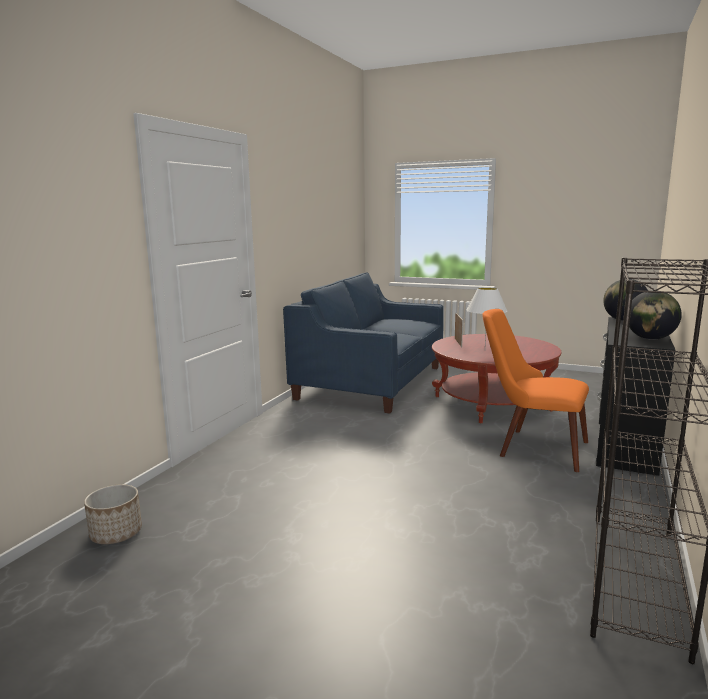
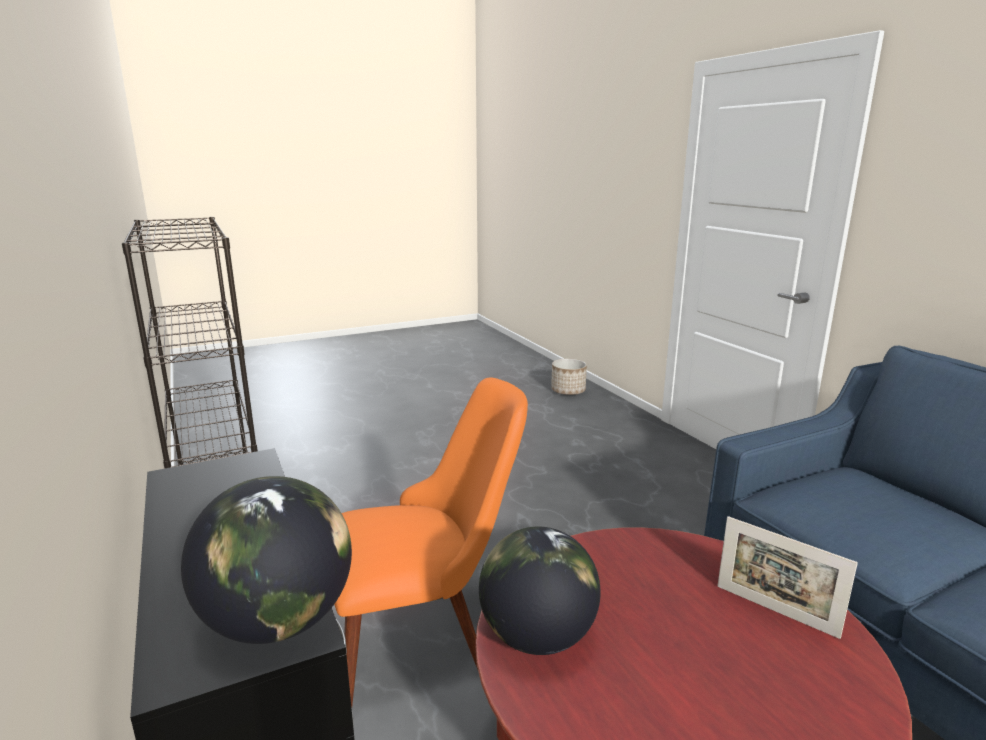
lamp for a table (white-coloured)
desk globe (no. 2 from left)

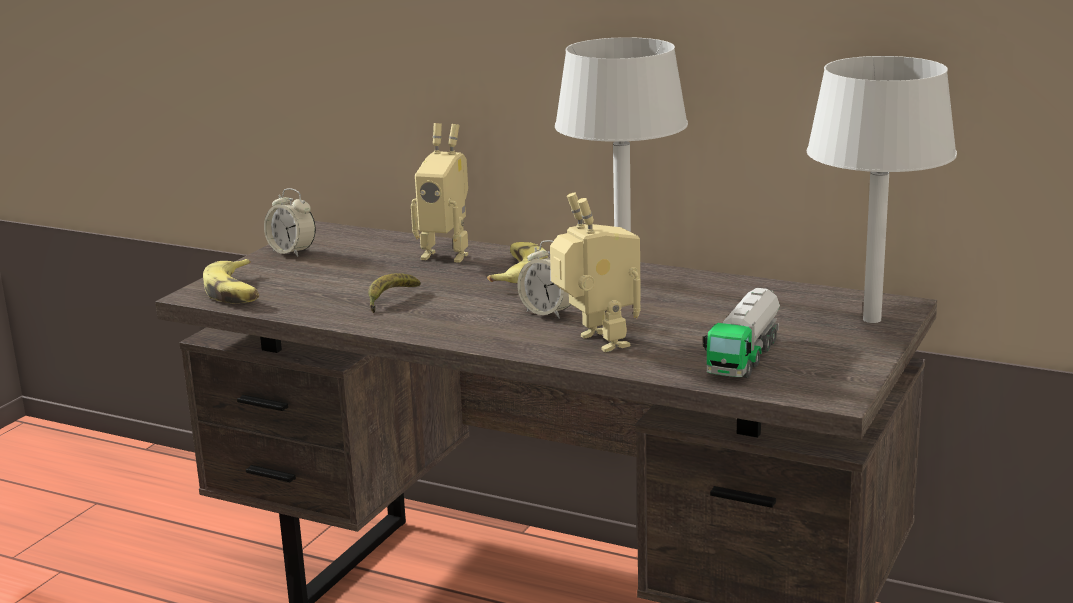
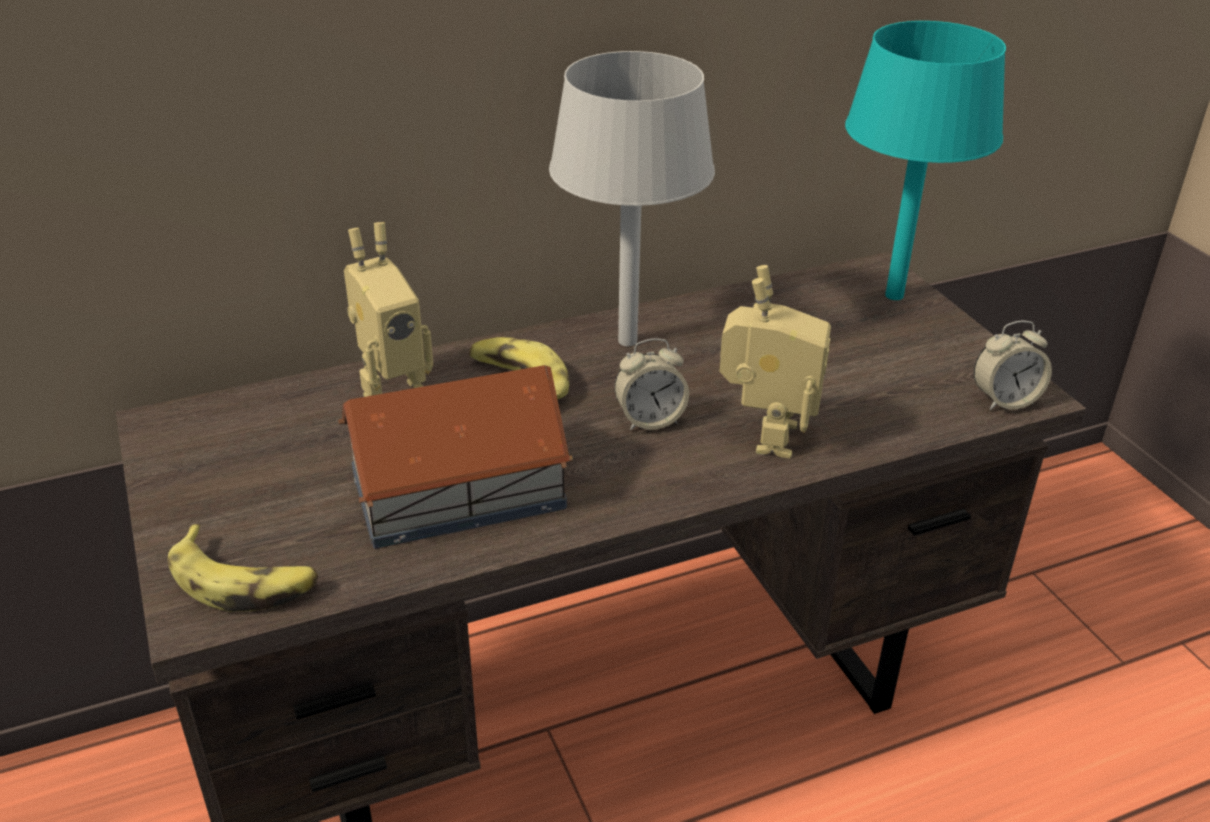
bedside clock (no. 2 from left)
miniature house
robot figure (no. 2 from left)
toy truck
lamp for a table (turquoise-coloured)

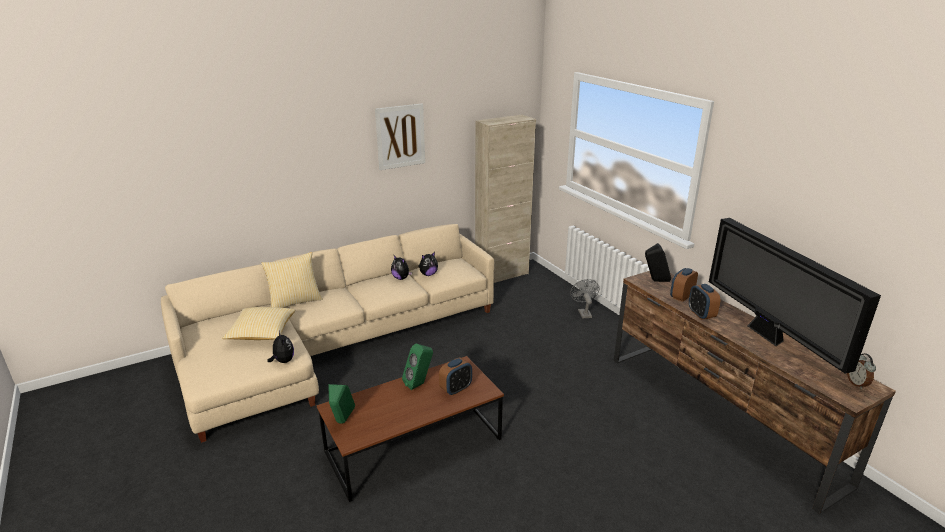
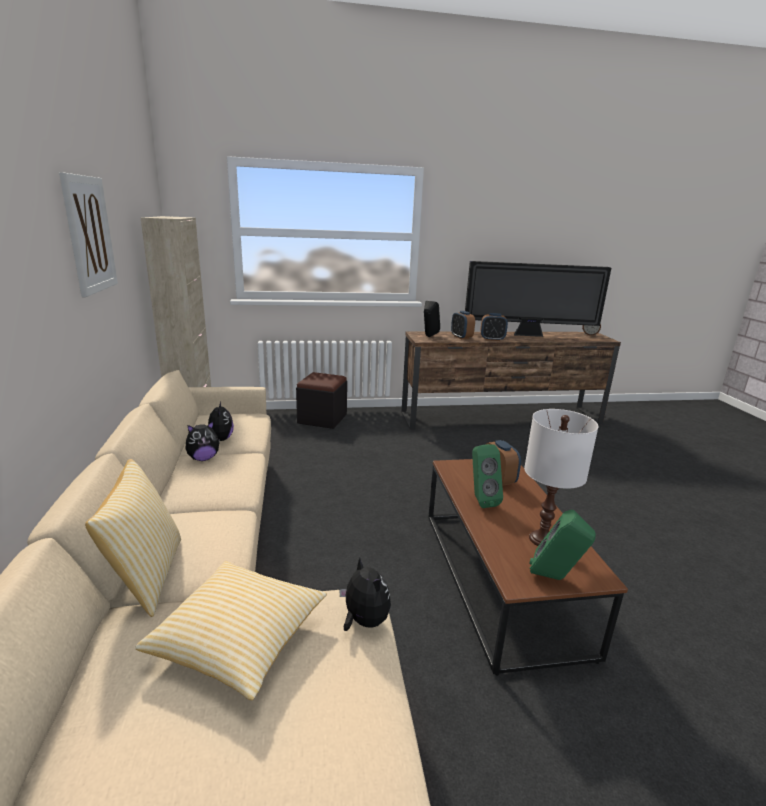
cuddly toy (no. 3 from left)
pouffe (black-coloured)
lamp for a table (white-coloured)

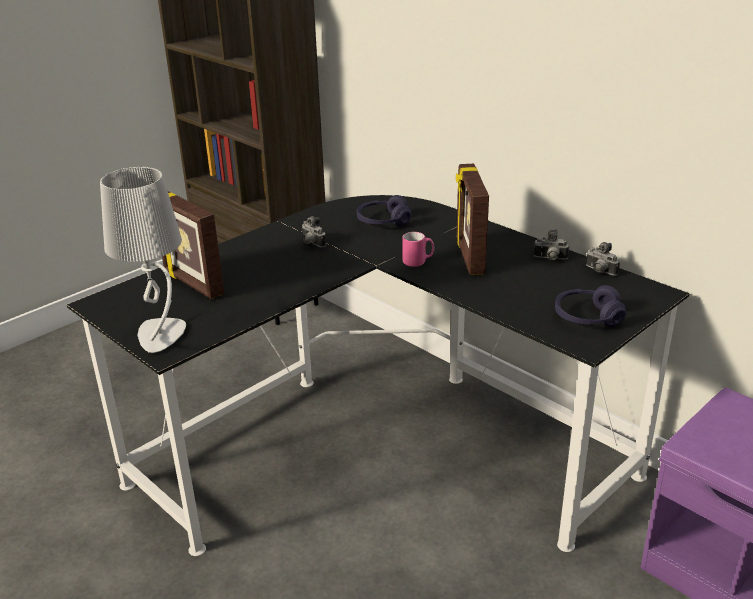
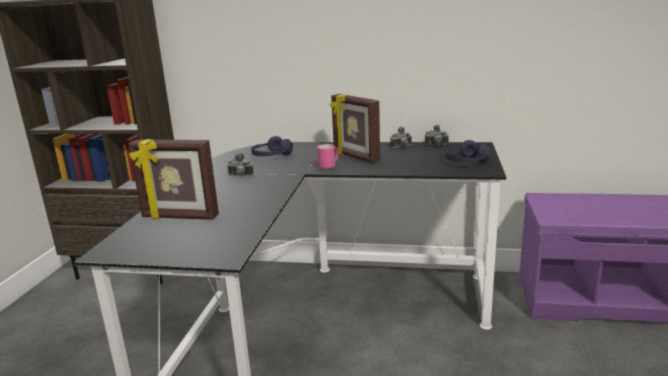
lamp for a table (greyish)

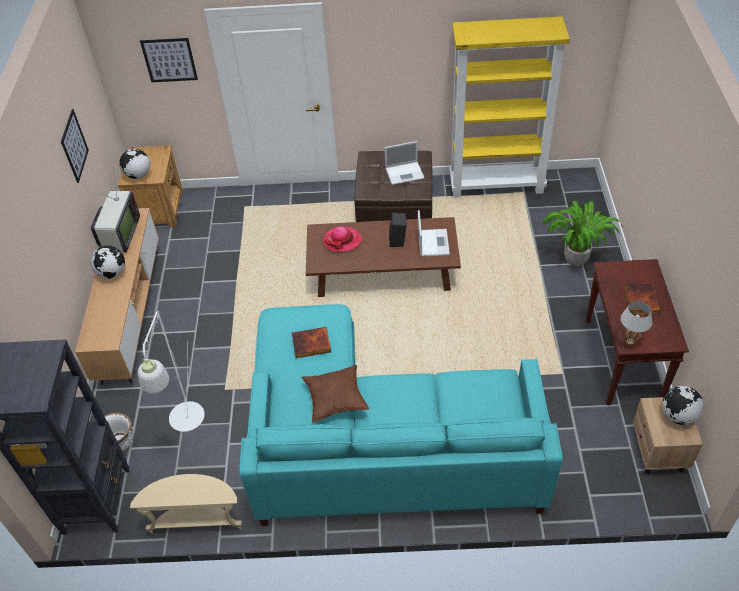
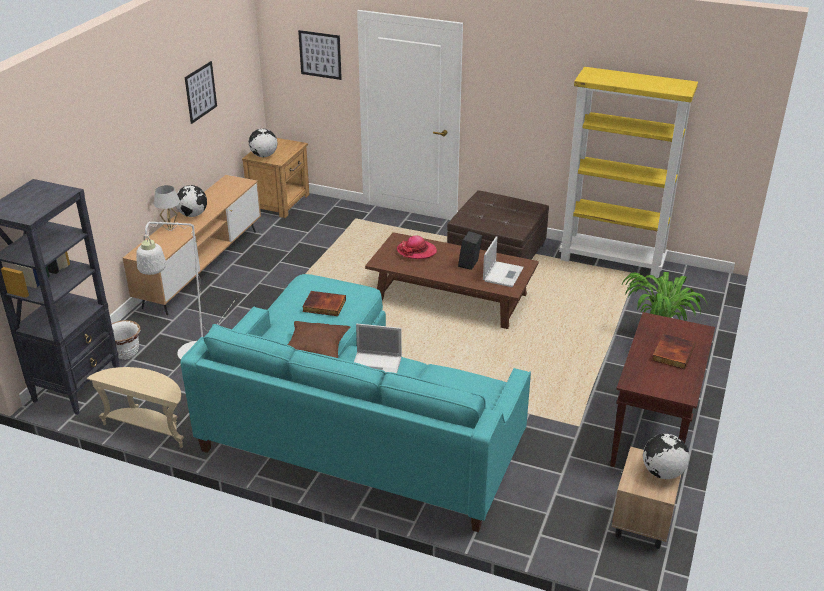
TV set
portable computer (no. 1 from left)
lamp for a table (white-coloured)

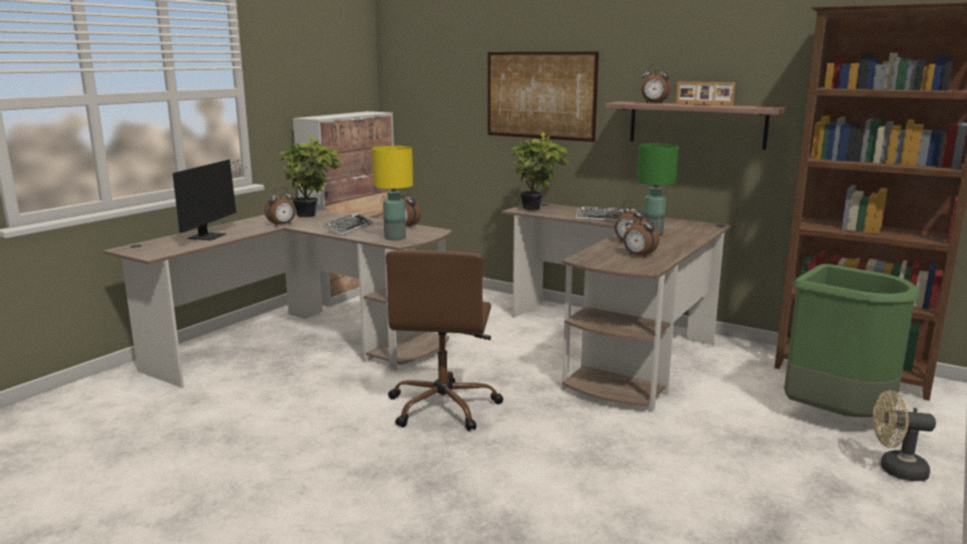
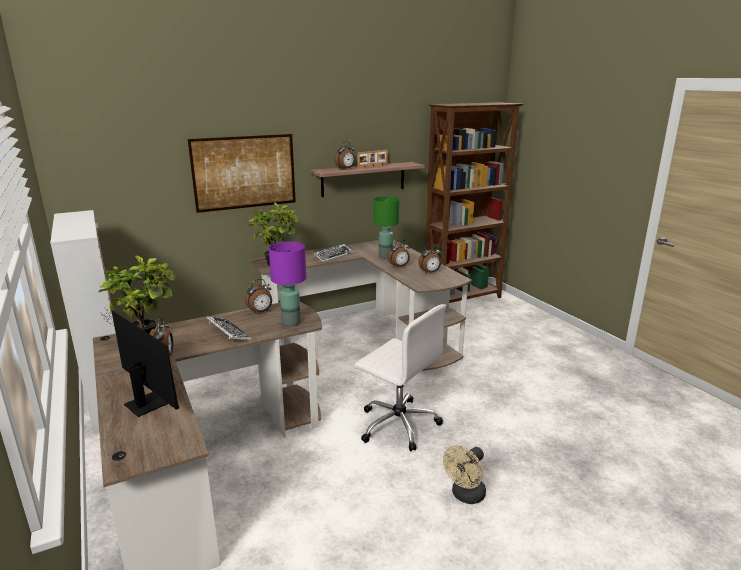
lamp for a table (purplish)
office chair (white-coloured)
rubbish bin (green-coloured)
fan (beige)

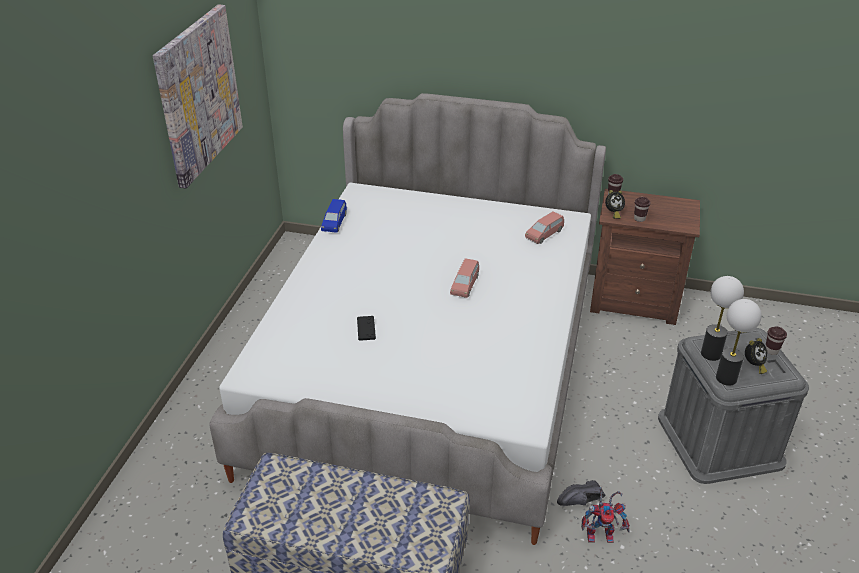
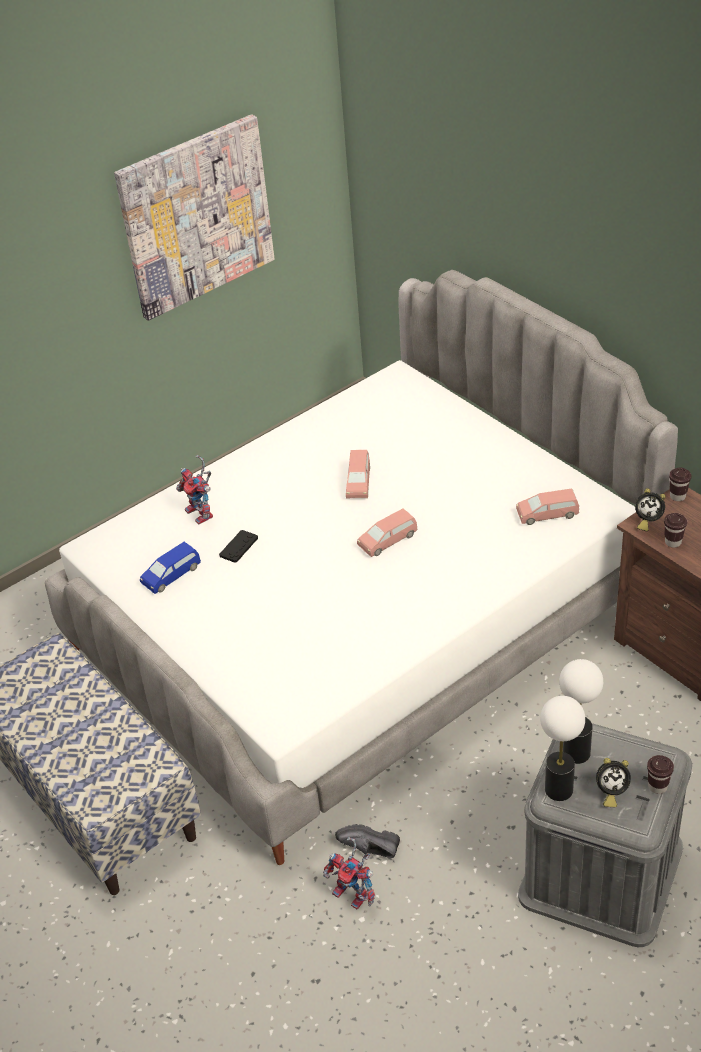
miniature car (blue)
robot figure (no. 1 from left)
miniature car (pinkish) (no. 1 from left)

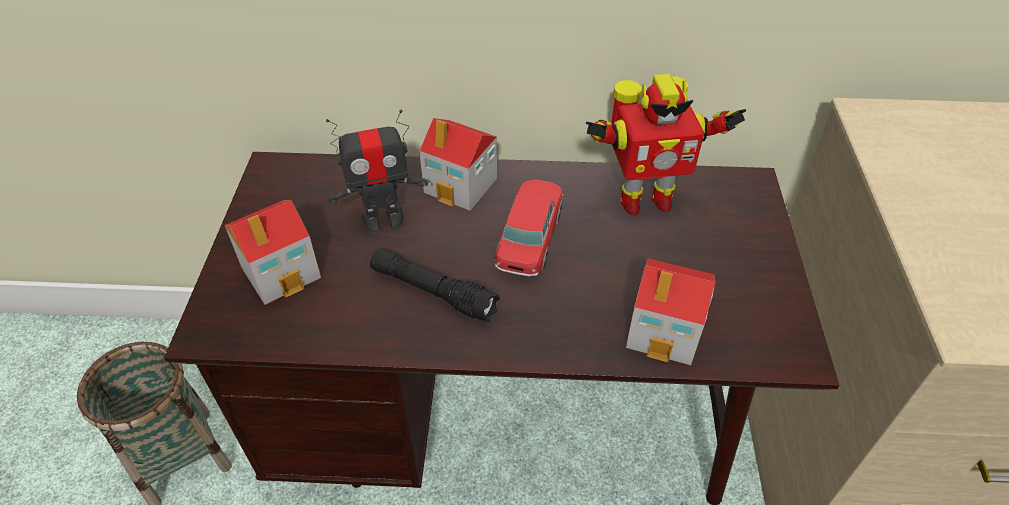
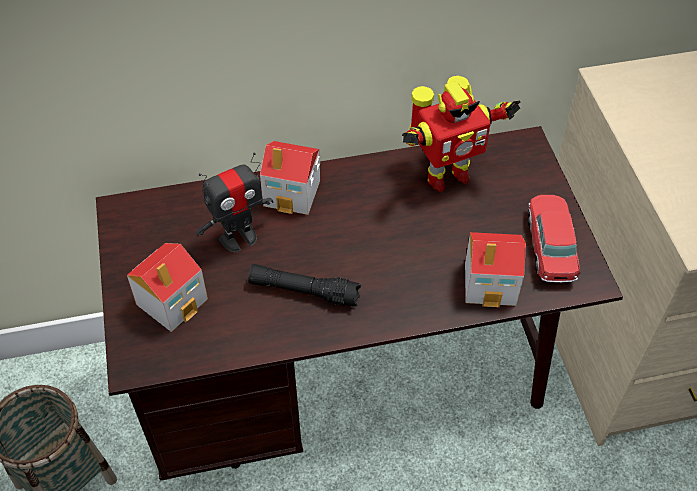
miniature car

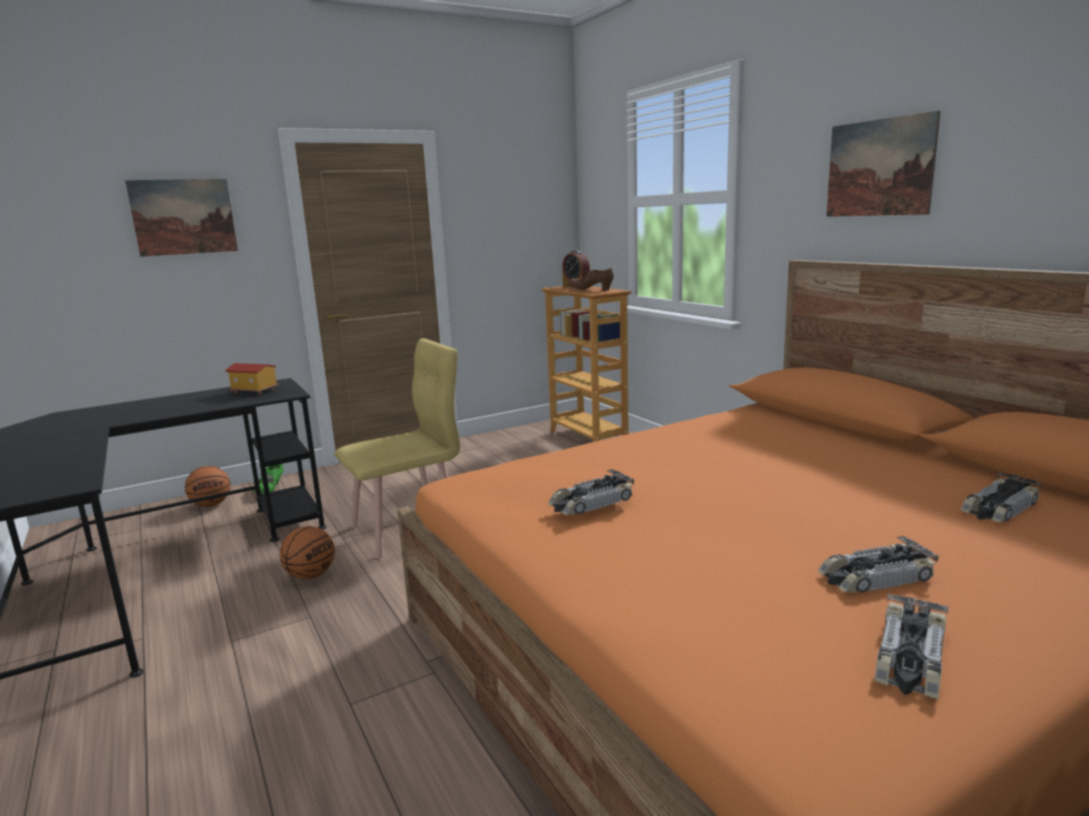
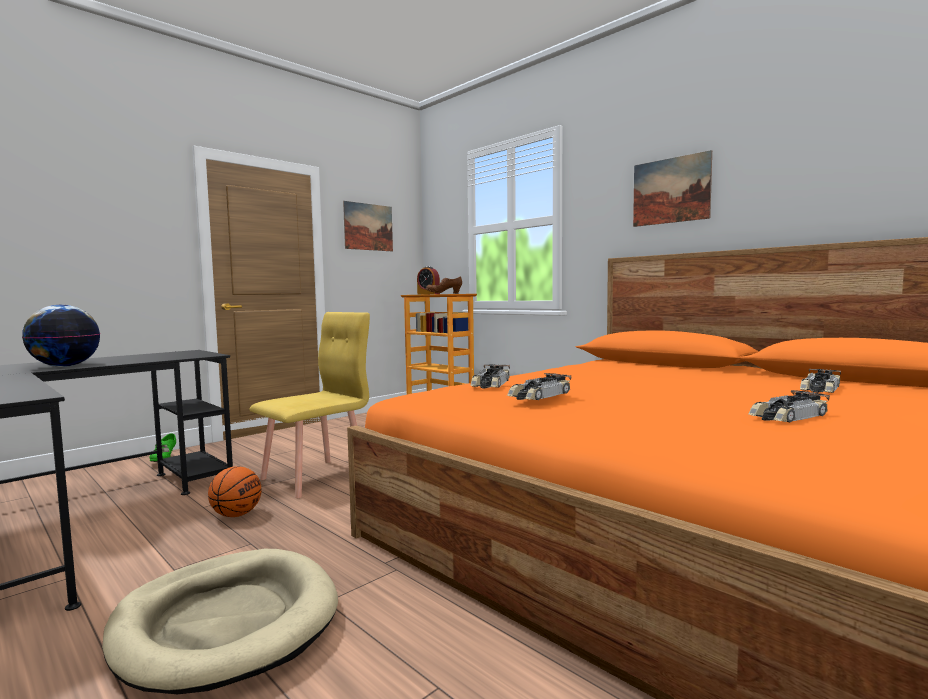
wall art (no. 1 from left)
basketball ball (no. 1 from left in the first image)
miniature house
miniature car (no. 1 from left)
desk globe
dog cushion (beige)

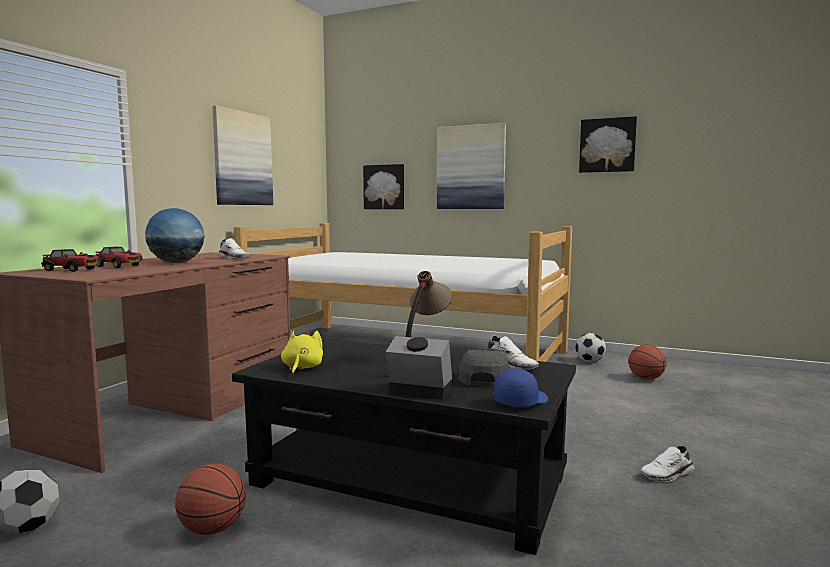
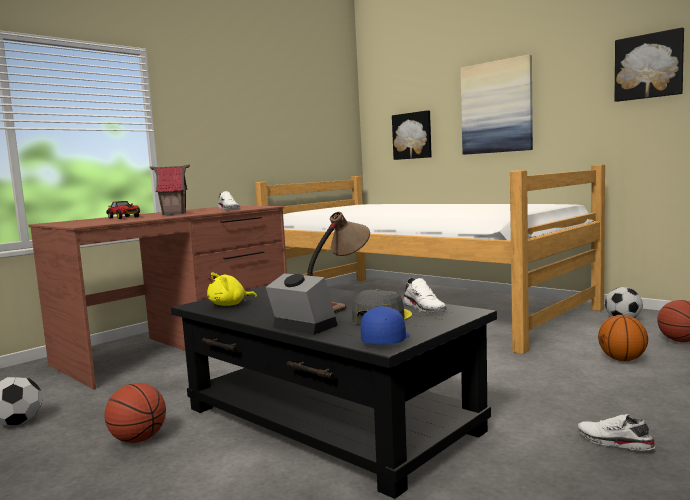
miniature car (no. 1 from left in the first image)
miniature house
wall art (no. 1 from left in the first image)
cuddly toy (yellow-coloured)
peaked cap (blue)
item of footwear (white-coloured) (no. 3 from left)
basketball ball (no. 2 from left)

